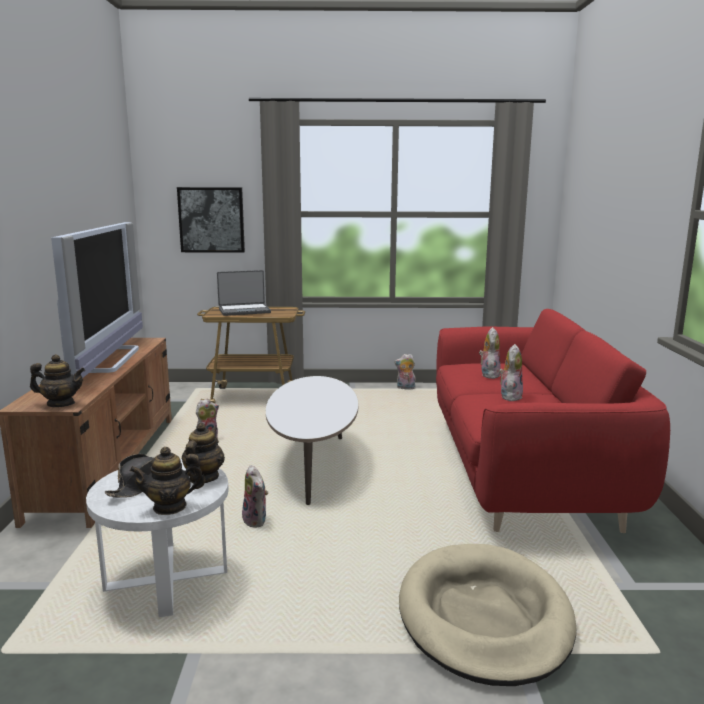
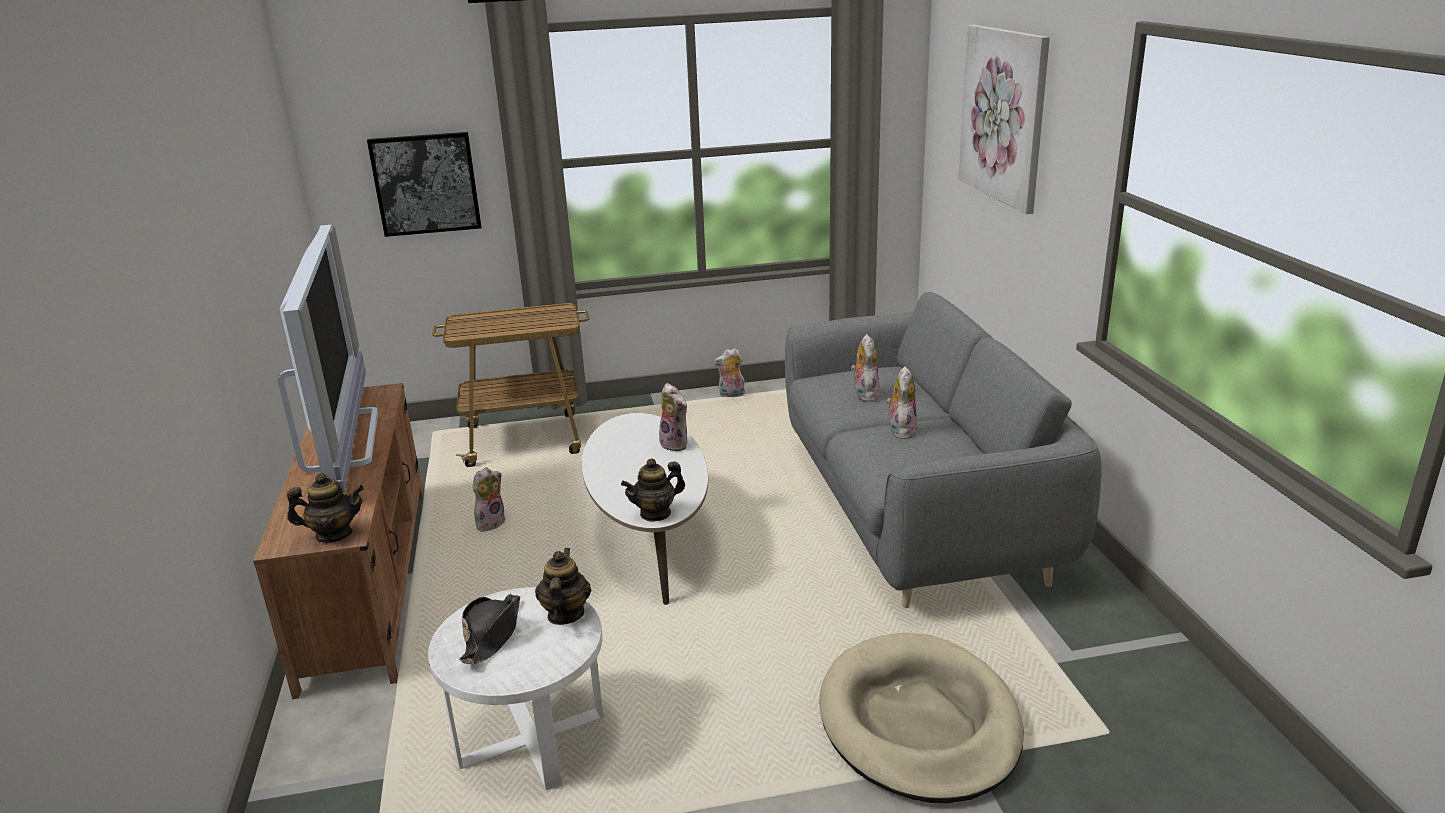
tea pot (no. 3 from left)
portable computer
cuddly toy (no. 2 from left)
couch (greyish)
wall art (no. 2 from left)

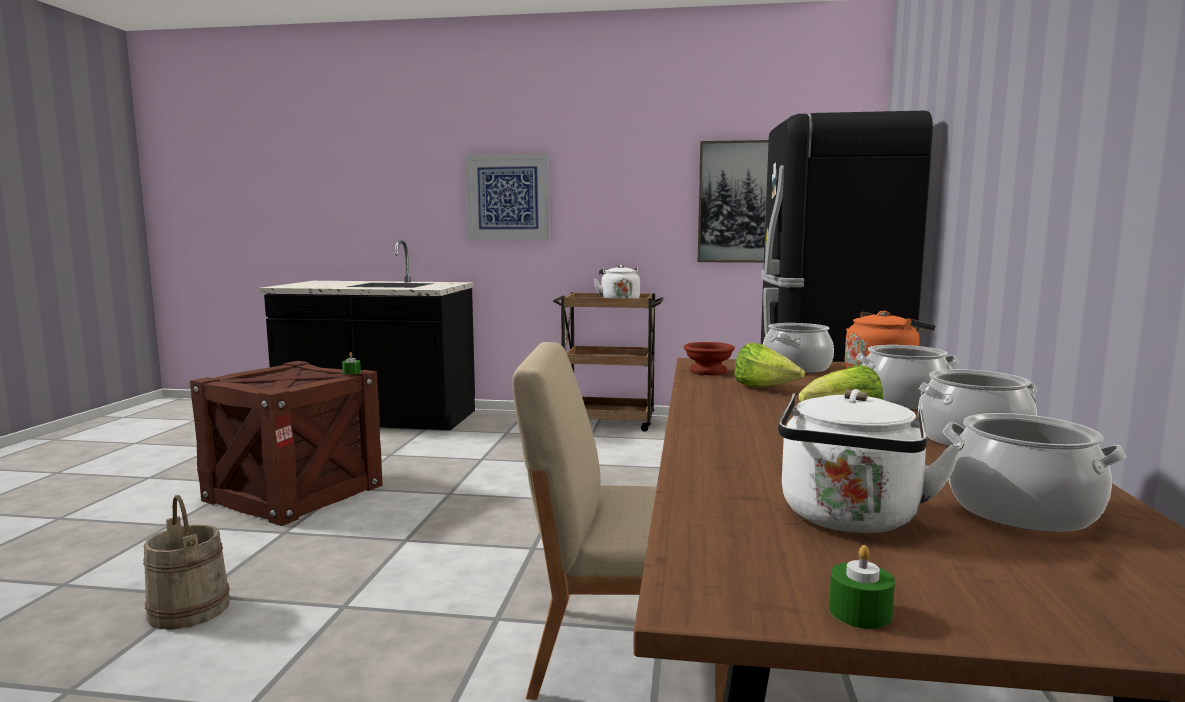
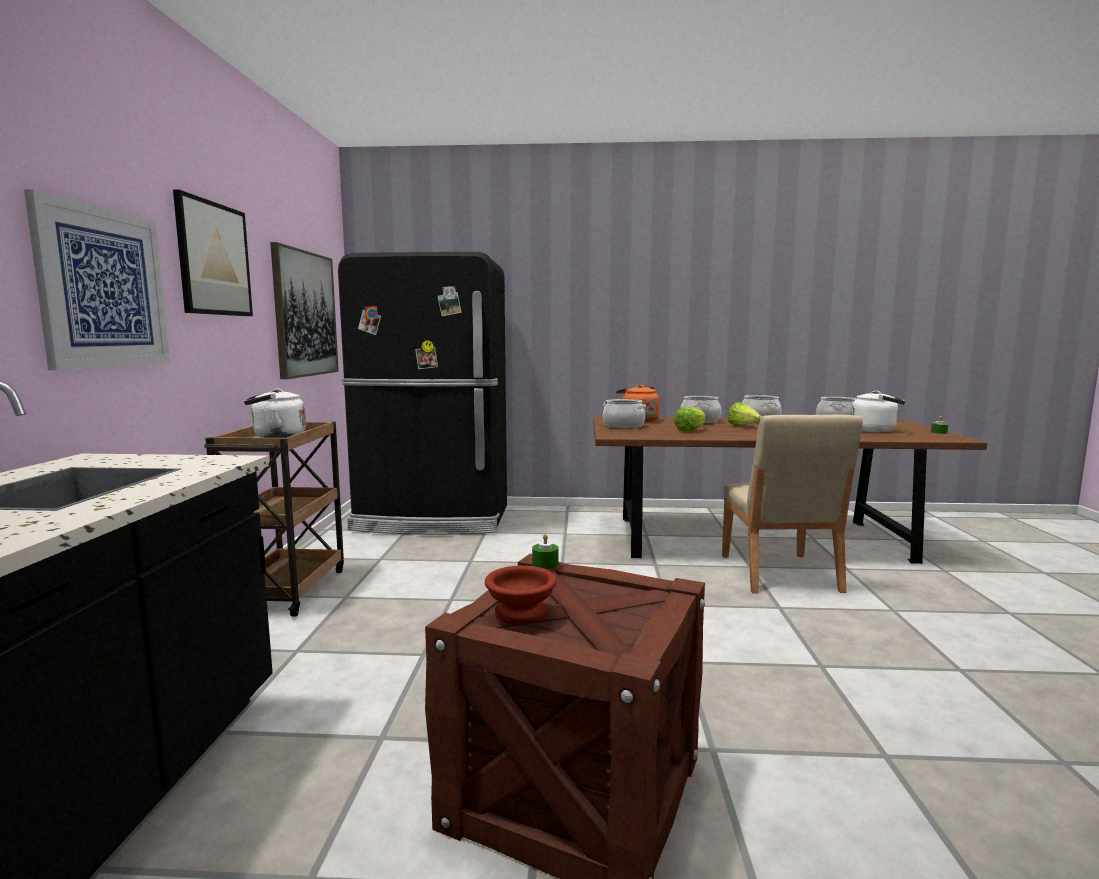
pail (beige)
serving bowl (brown-coloured)
wall art (no. 2 from left)

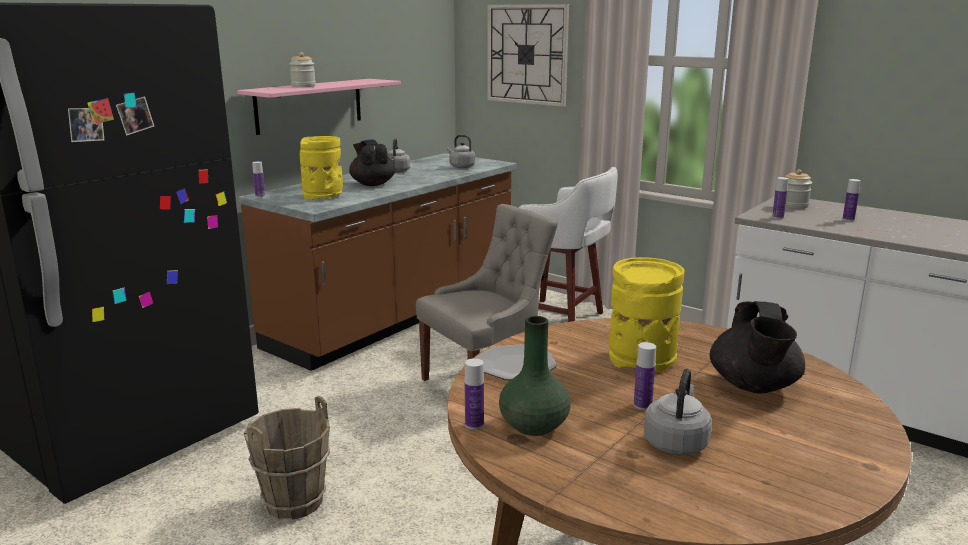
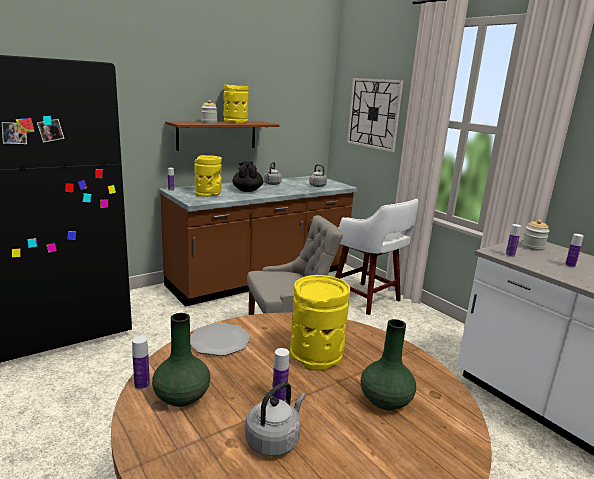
wall shelf (brown-coloured)
pail (brown-coloured)
flower vase (green-coloured) (no. 2 from left)
flower vase (yellow-coloured) (no. 2 from left)

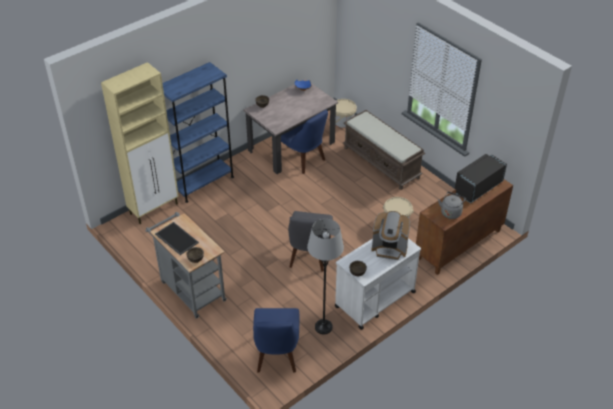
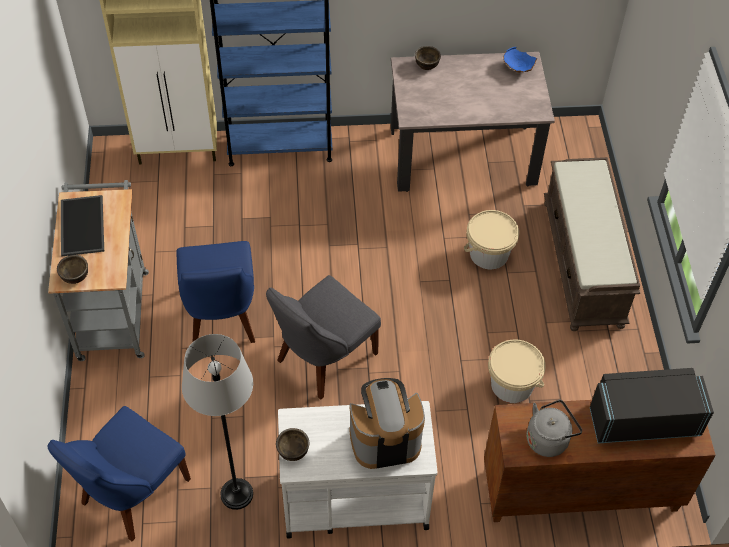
chair (blue) (no. 2 from left)
pail (beige) (no. 1 from left)
coffee brewer

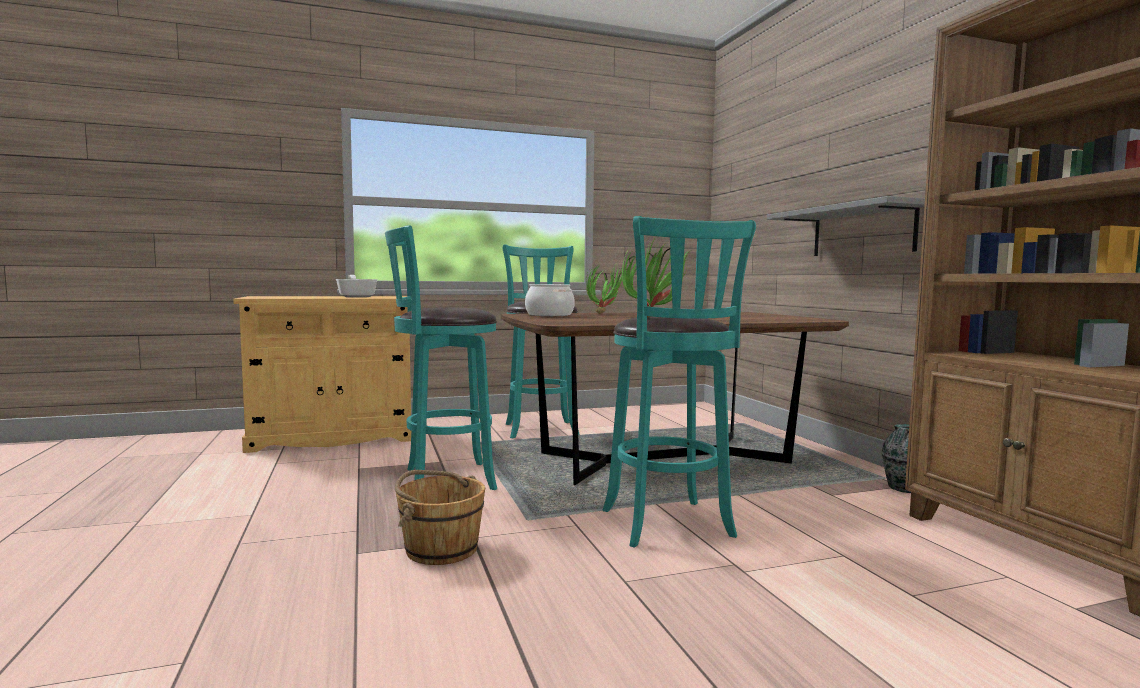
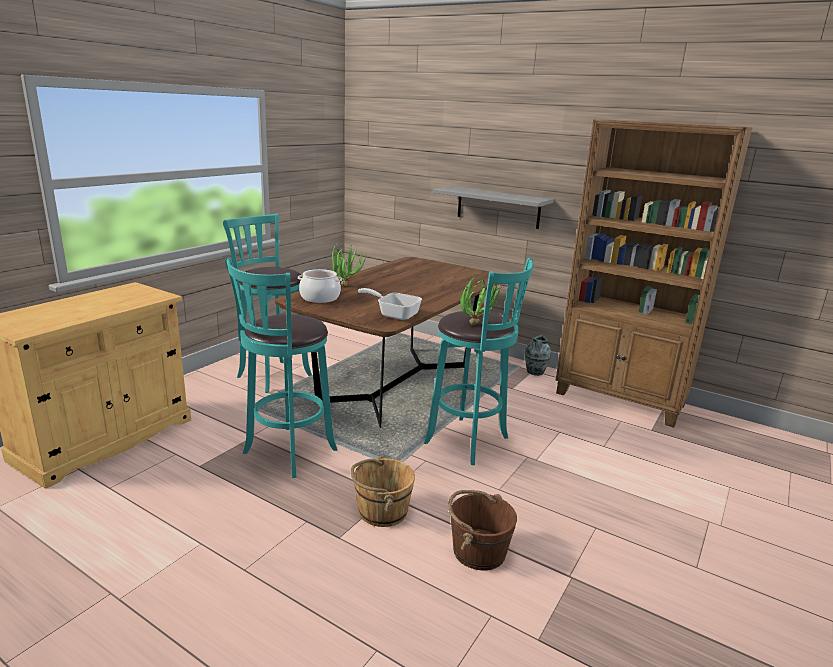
pan
pail (brown-coloured) (no. 2 from left)

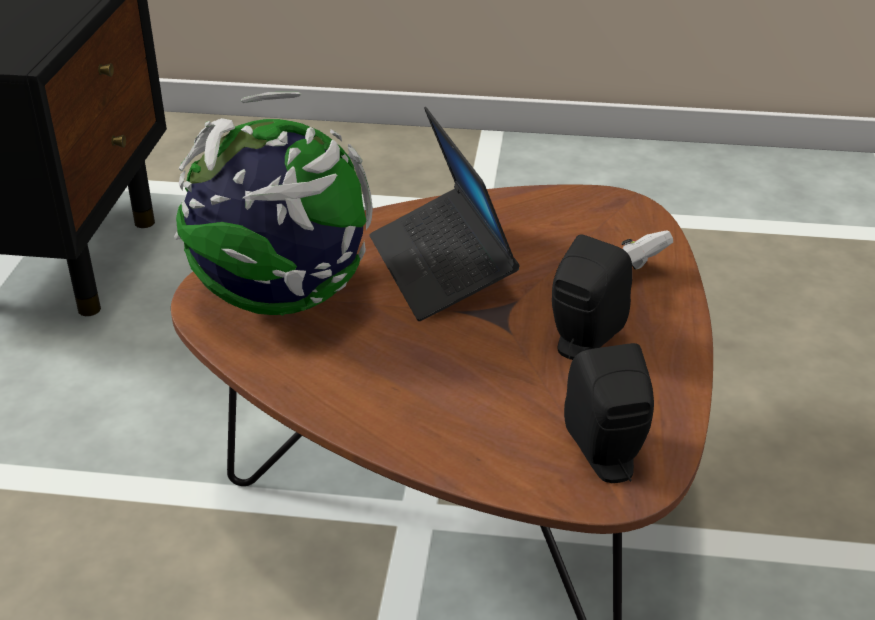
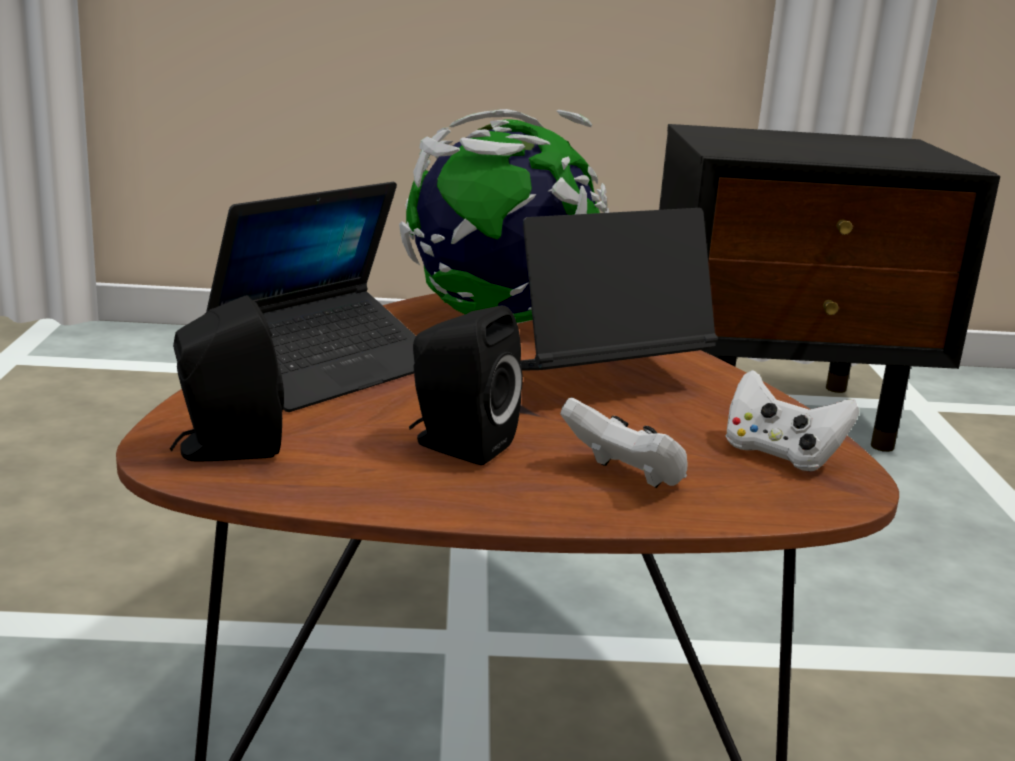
portable computer (no. 1 from left)
game controller (white-coloured) (no. 2 from left)

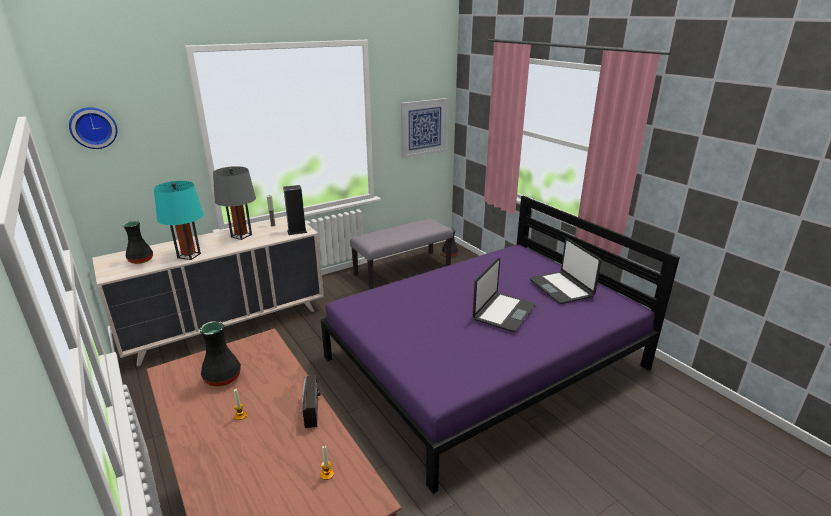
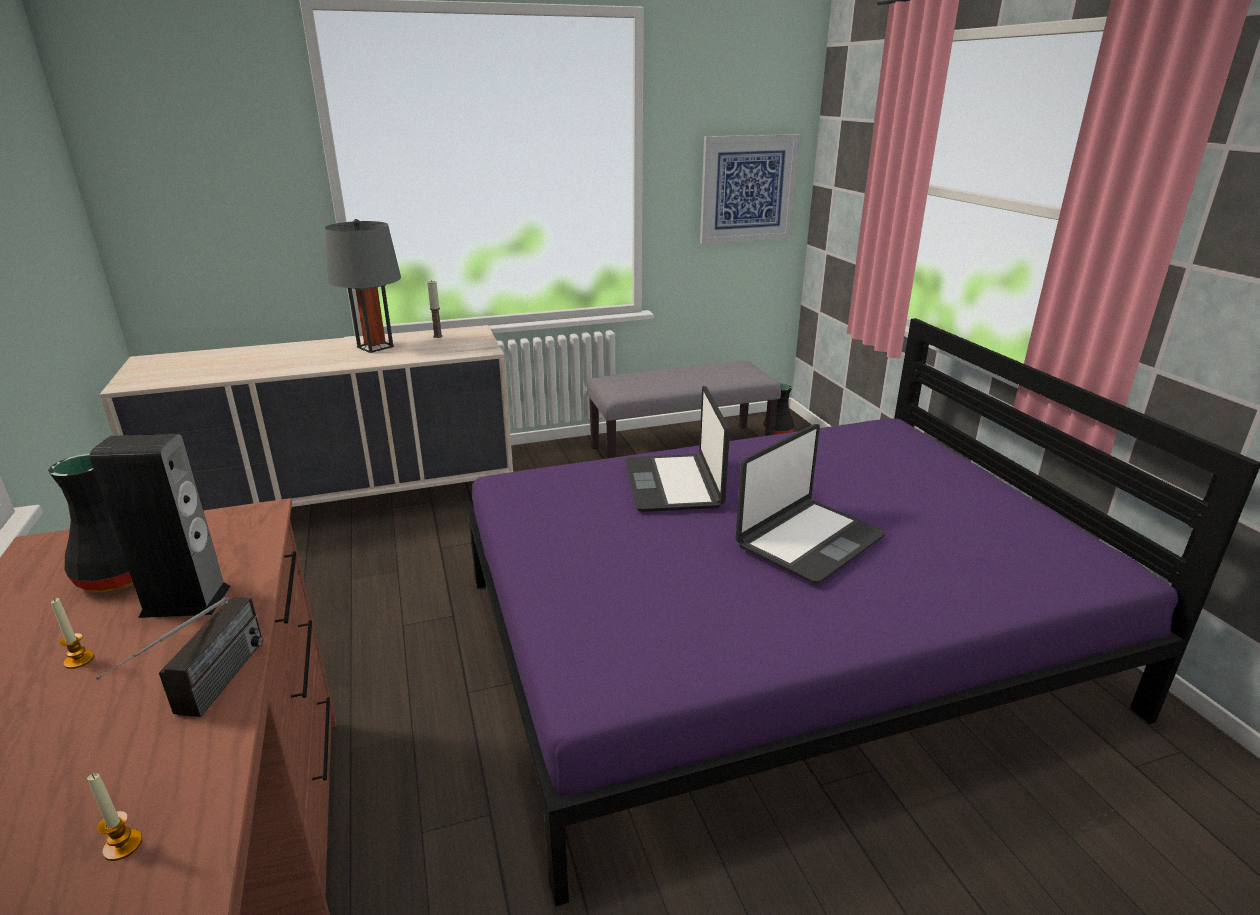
wall clock
flower vase (black-coloured) (no. 1 from left in the first image)
lamp for a table (turquoise-coloured)
speaker
portable computer (no. 1 from left)

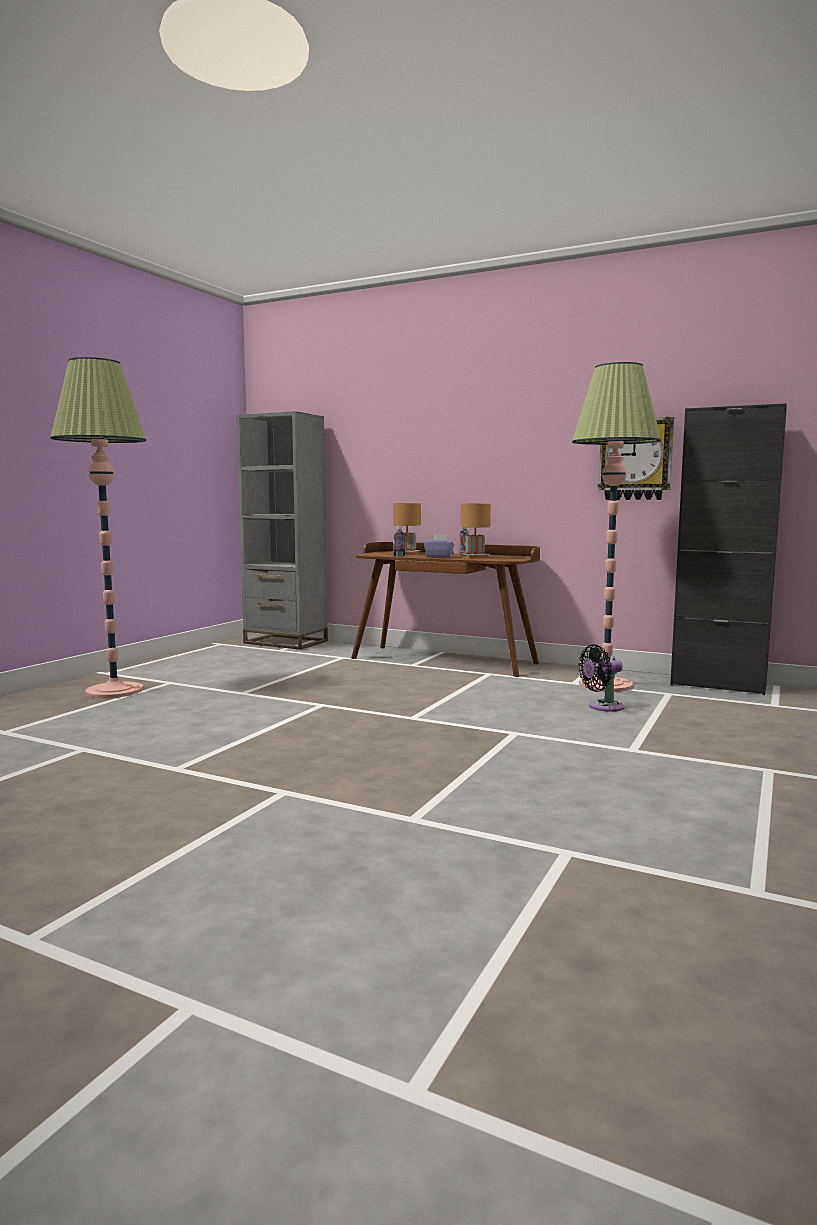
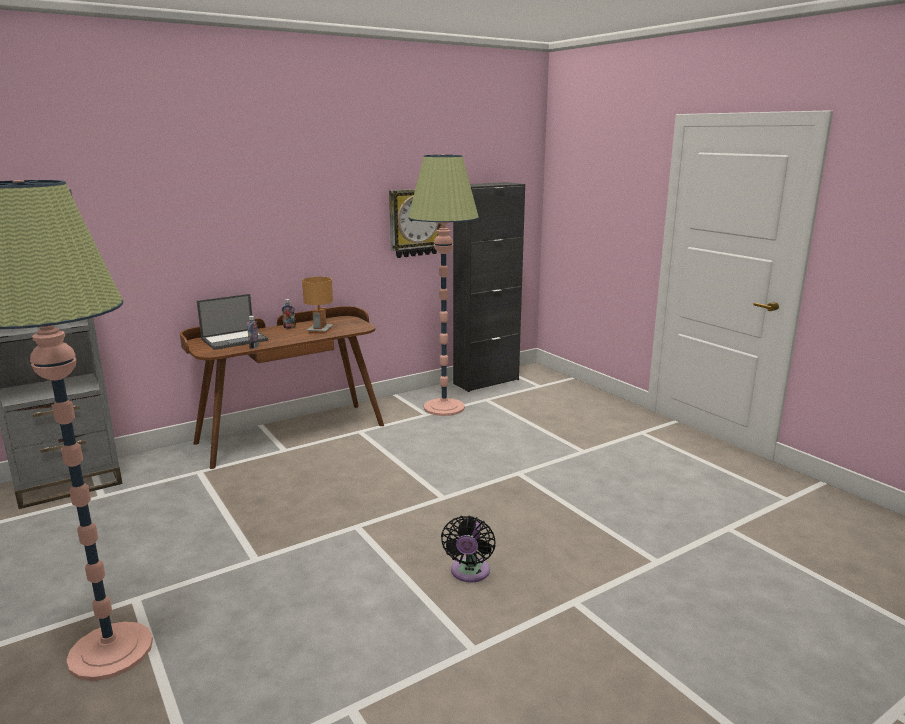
portable computer
tissue holder (purplish)
fan (black-coloured)

